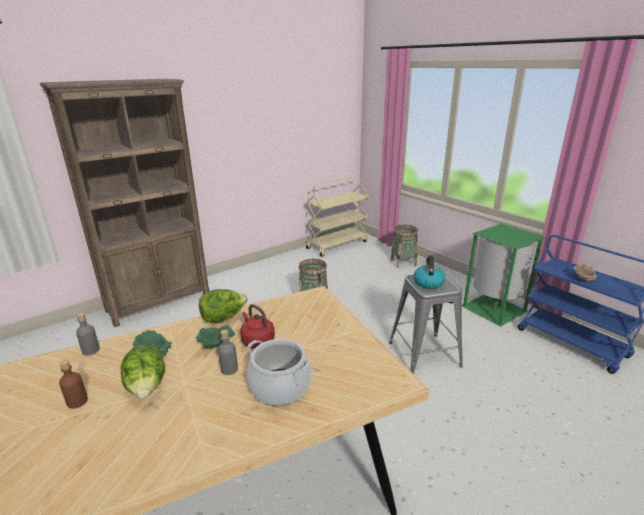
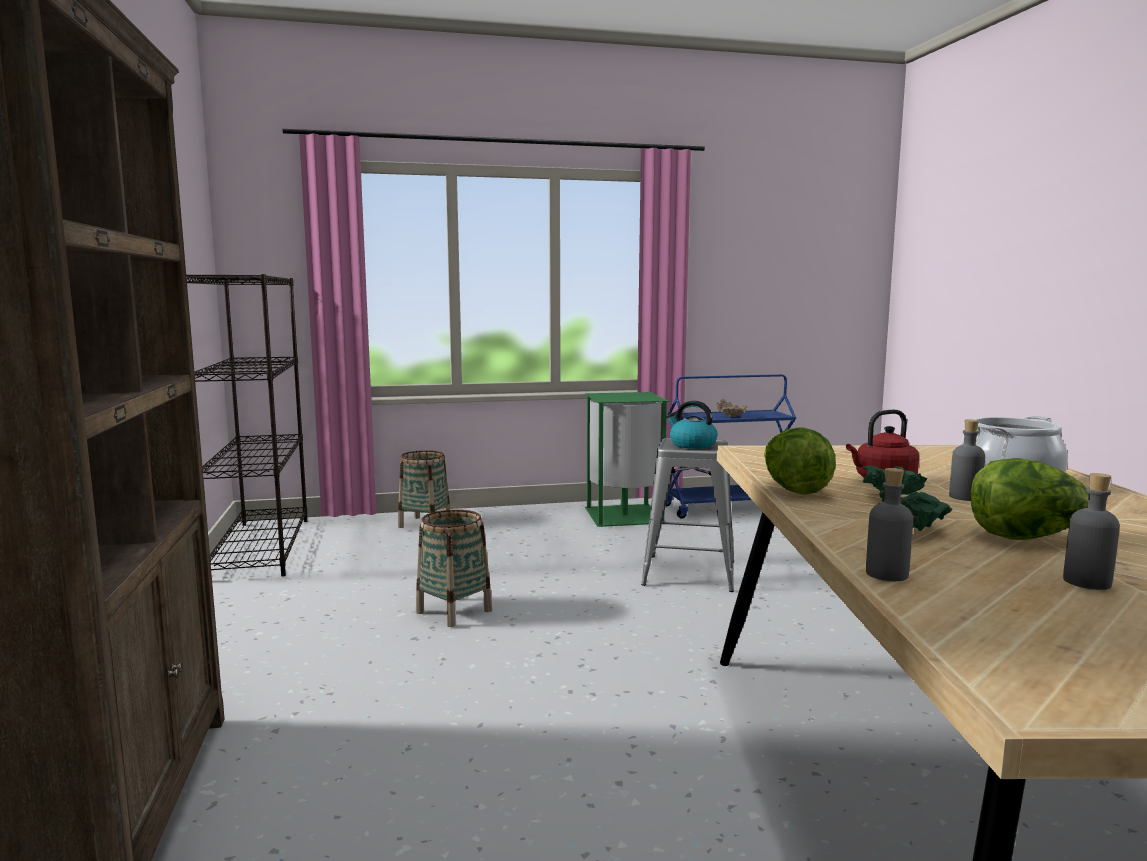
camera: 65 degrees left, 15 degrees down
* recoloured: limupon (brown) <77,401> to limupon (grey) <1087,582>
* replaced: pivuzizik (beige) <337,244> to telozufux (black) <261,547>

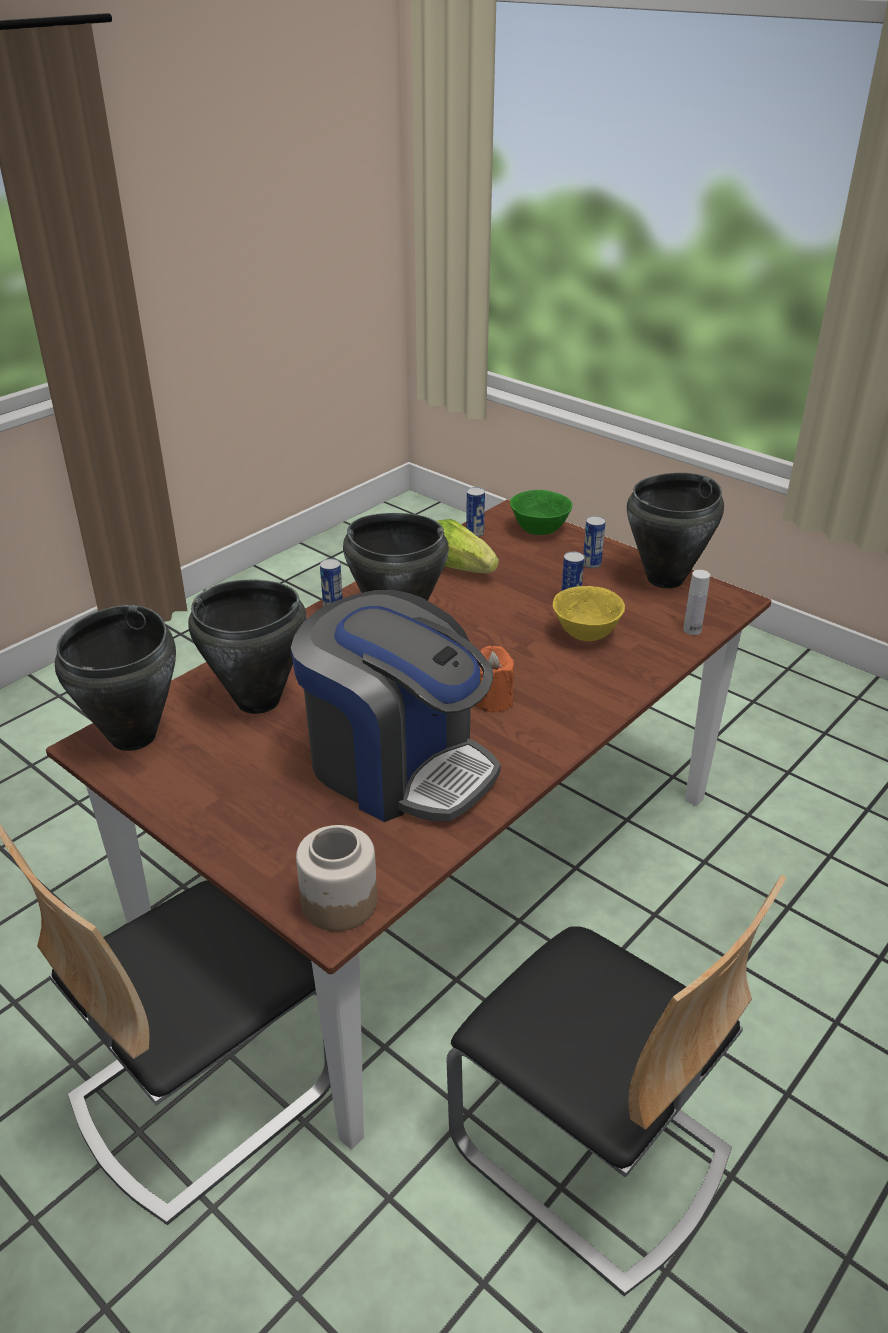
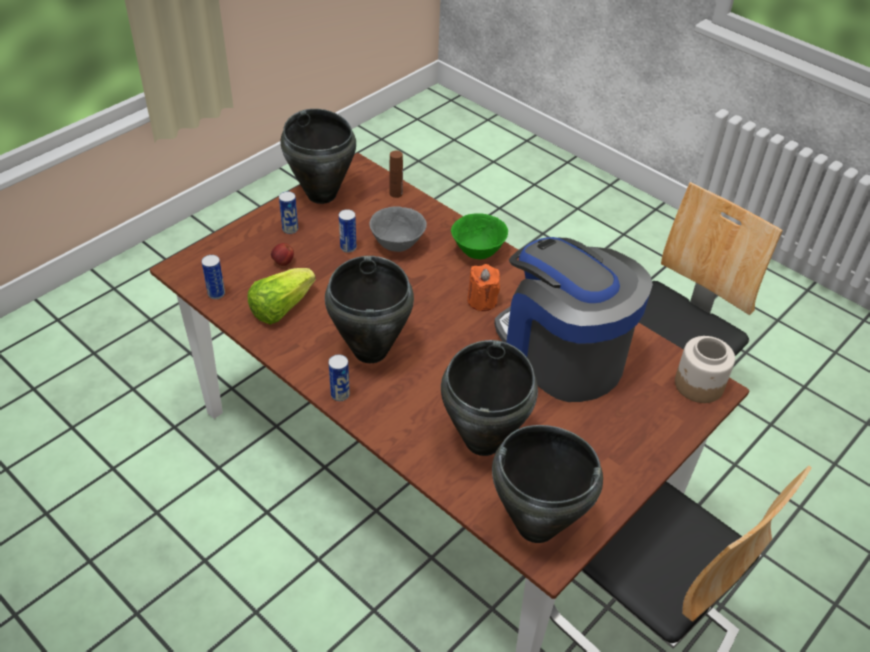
camera: 90 degrees left, 10 degrees up
* turned: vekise <398,765> = <561,354> 75 degrees counterclockwise
* moved: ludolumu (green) <539,530> to <477,252>
* recoloured: ludolumu (yellow) <585,635> to ludolumu (grey) <398,245>
* recoloured: limupon (white) <692,630> to limupon (brown) <396,193>
* added: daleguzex <283,263>

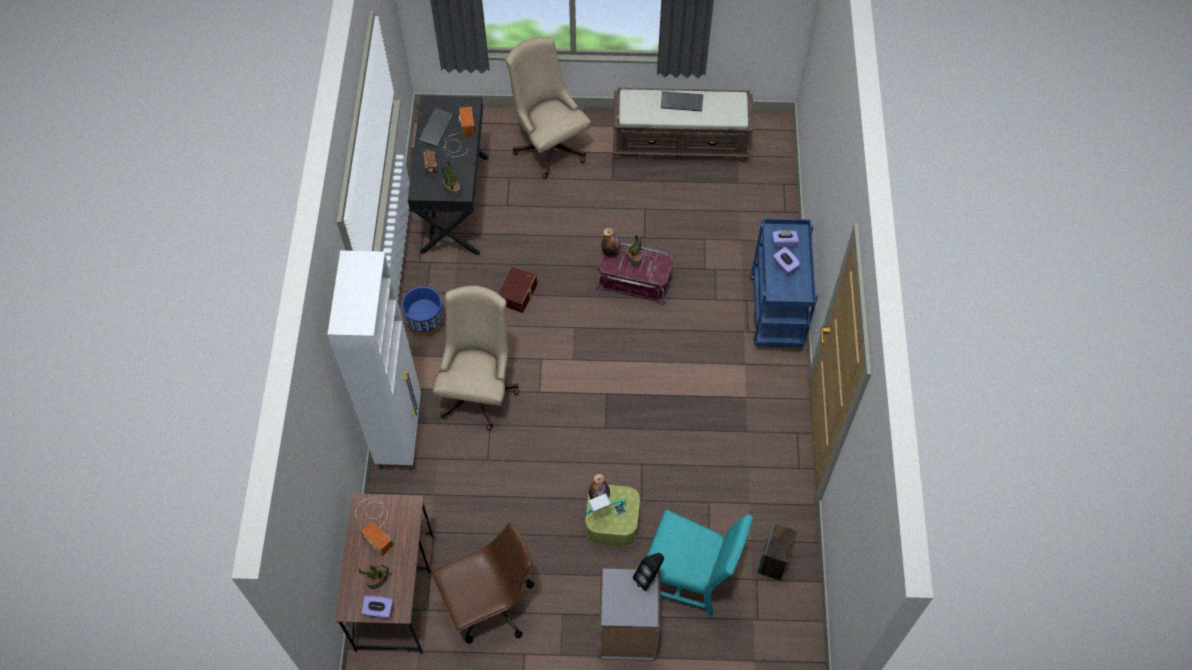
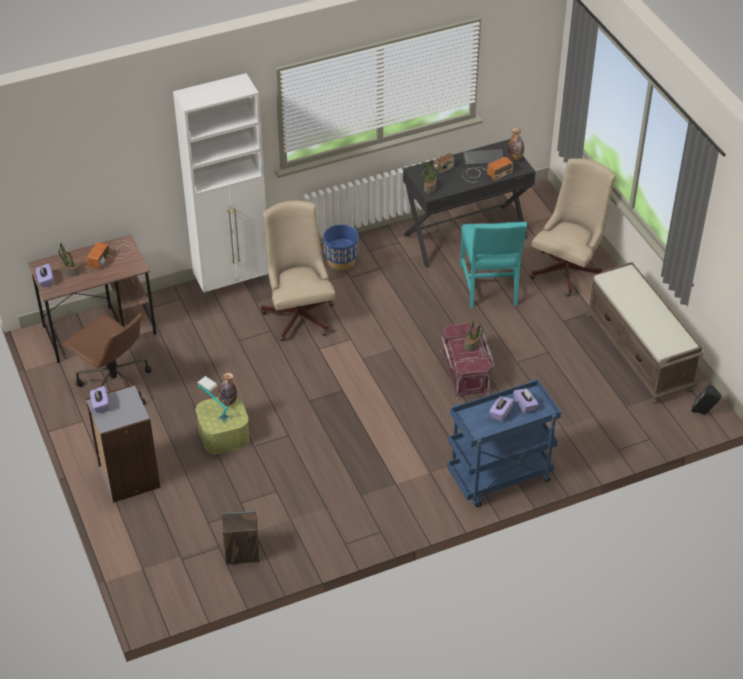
camera: 65 degrees right, 15 degrees down
* turned: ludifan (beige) <479,389> = <299,313> 90 degrees counterclockwise
* removed: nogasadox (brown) <519,294>
* moved: limupon <611,252> to <515,158>
* moved: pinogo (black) <649,577> to <703,413>
* moved: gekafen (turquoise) <689,578> to <490,287>
* removed: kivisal <682,101>
* added: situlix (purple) <100,405>

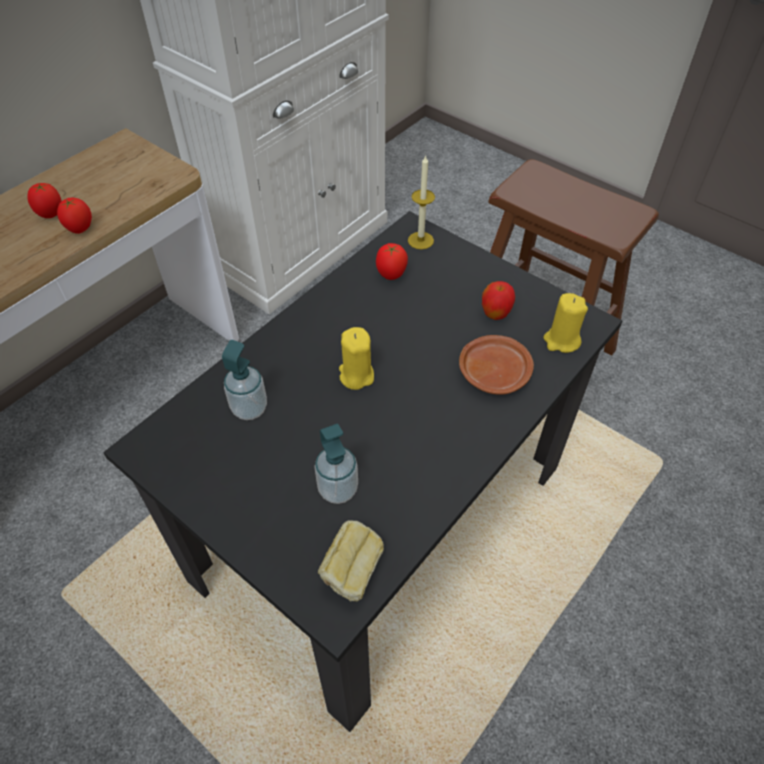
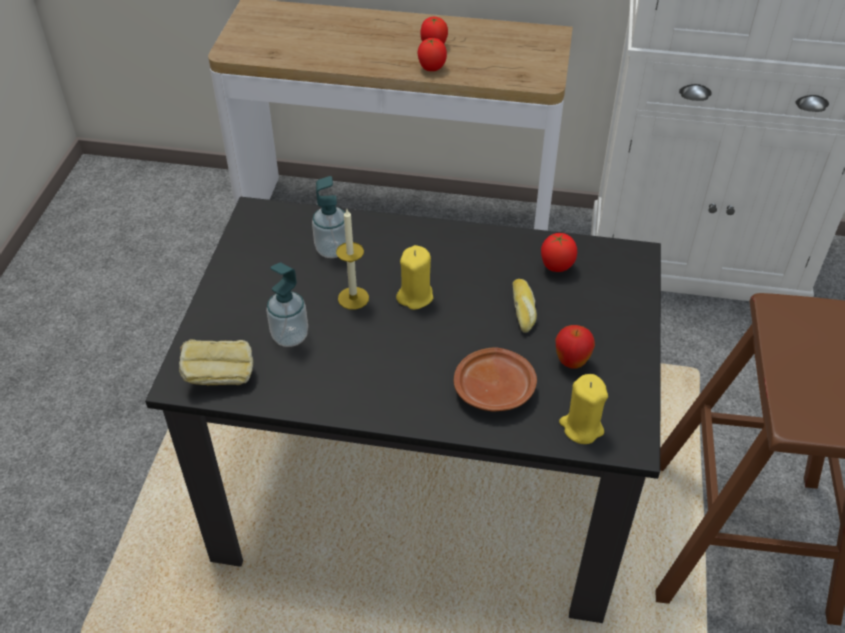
camera: 60 degrees right, 5 degrees down
* moved: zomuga <420,240> to <353,298>
* added: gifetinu <524,310>

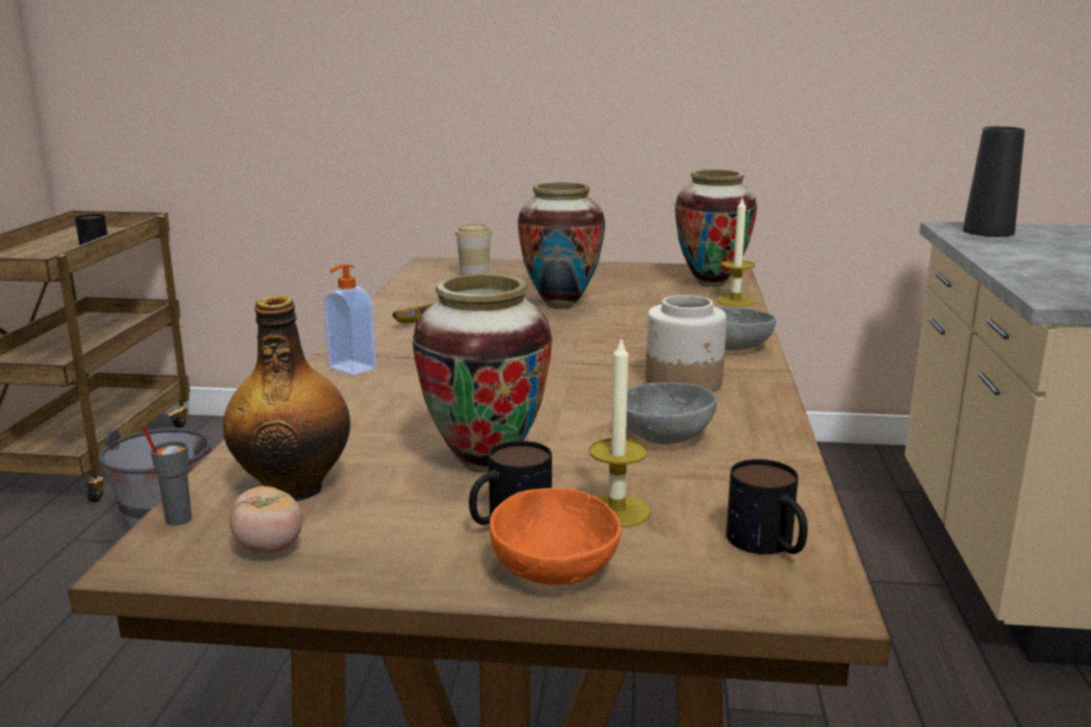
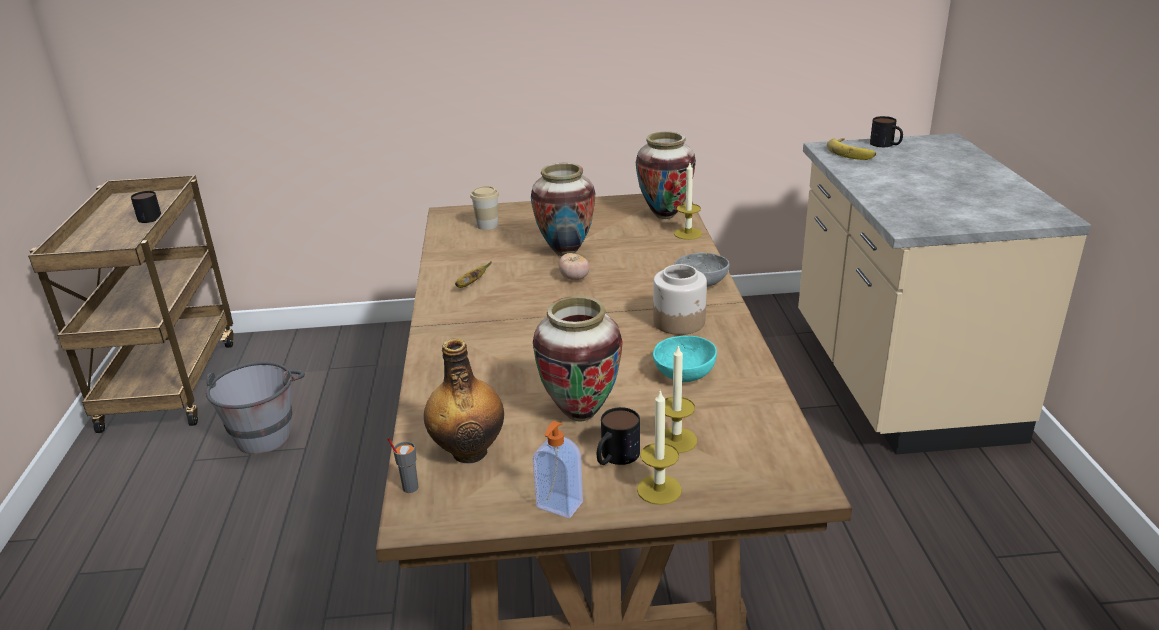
camera: 10 degrees left, 10 degrees up
* moved: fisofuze <269,548> to <574,278>
* moved: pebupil <351,368> to <558,506>
* replaced: ludolumu (orange) <558,570> to zomuga <659,489>
* recoloured: ludolumu (grey) <663,437> to ludolumu (turquoise) <683,374>
* moved: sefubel <769,545> to <886,145>
* replaced: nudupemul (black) <988,232> to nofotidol <852,152>

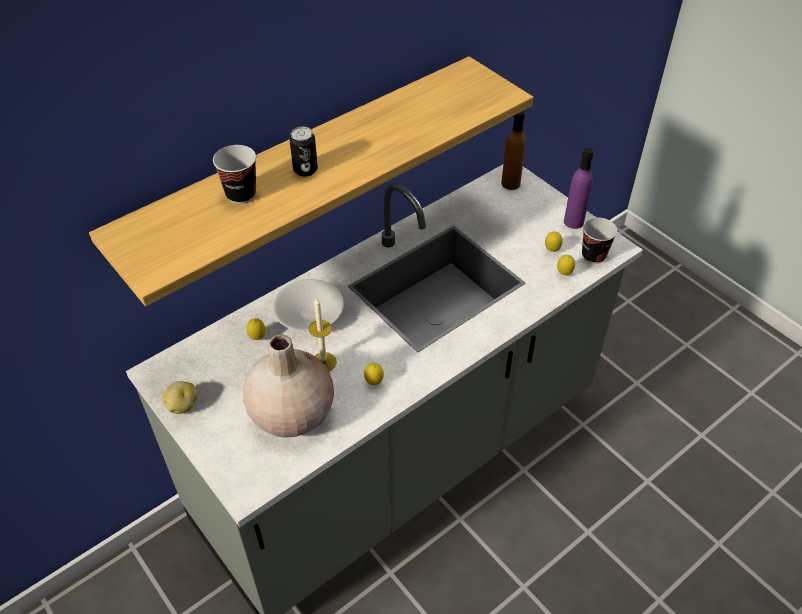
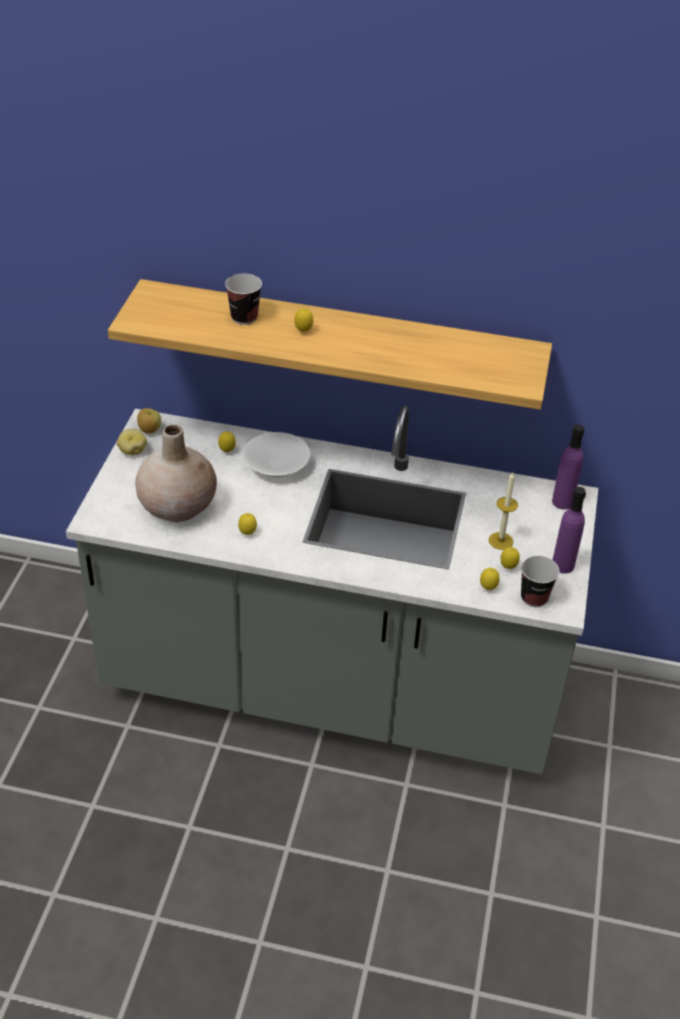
camera: 50 degrees right, 5 degrees down
* replaced: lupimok <305,170> to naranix <303,331>
* moved: zomuga <323,362> to <500,541>
* recoloured: limupon (brown) <510,183> to limupon (purple) <562,502>
* added: daleguzex <149,430>

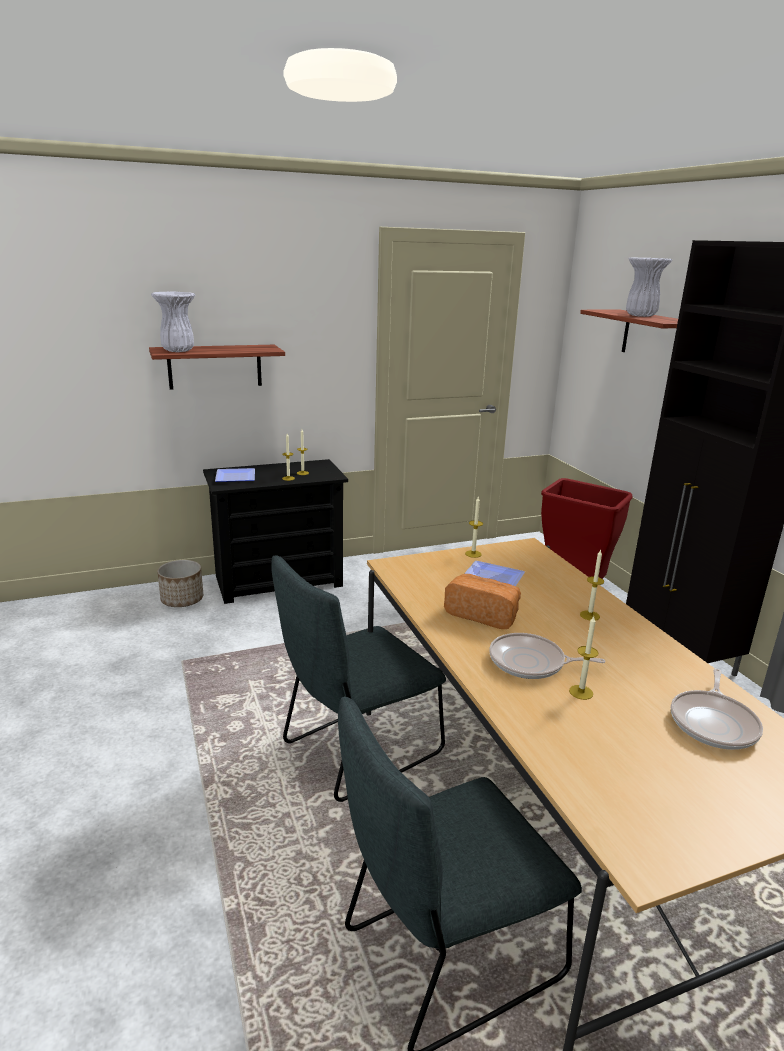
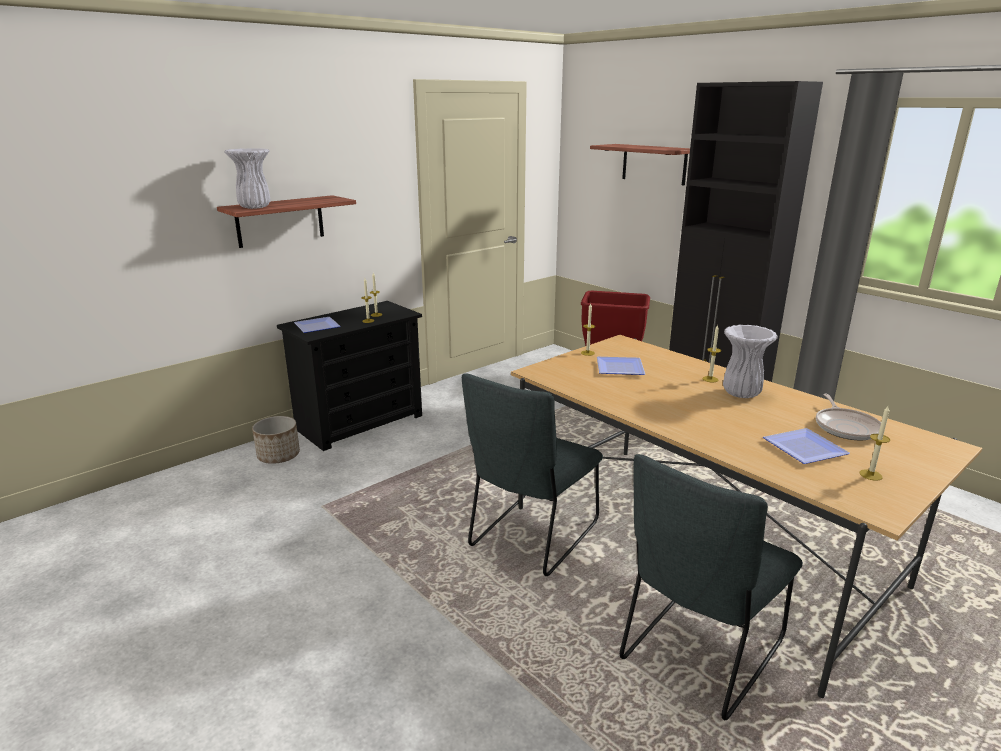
camera: 20 degrees left, 0 degrees up
* removed: gifetinu <483,614>
* removed: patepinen <531,663>
* moved: zomuga <581,692> to <870,475>
* moved: nudupemul (white) <641,315> to <742,393>
* added: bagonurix <804,447>

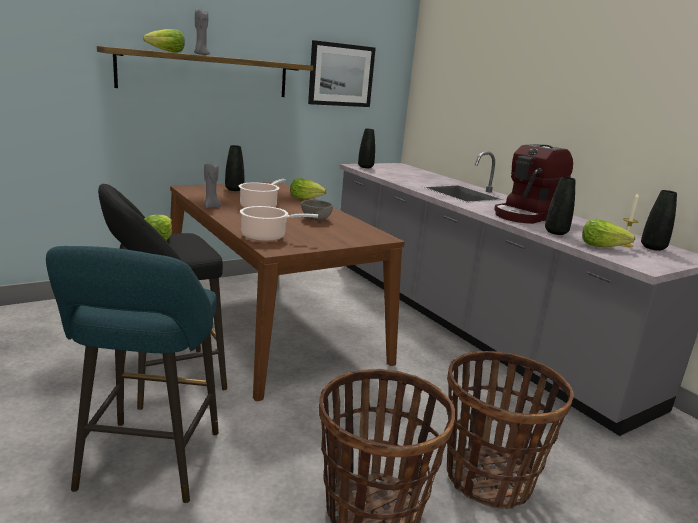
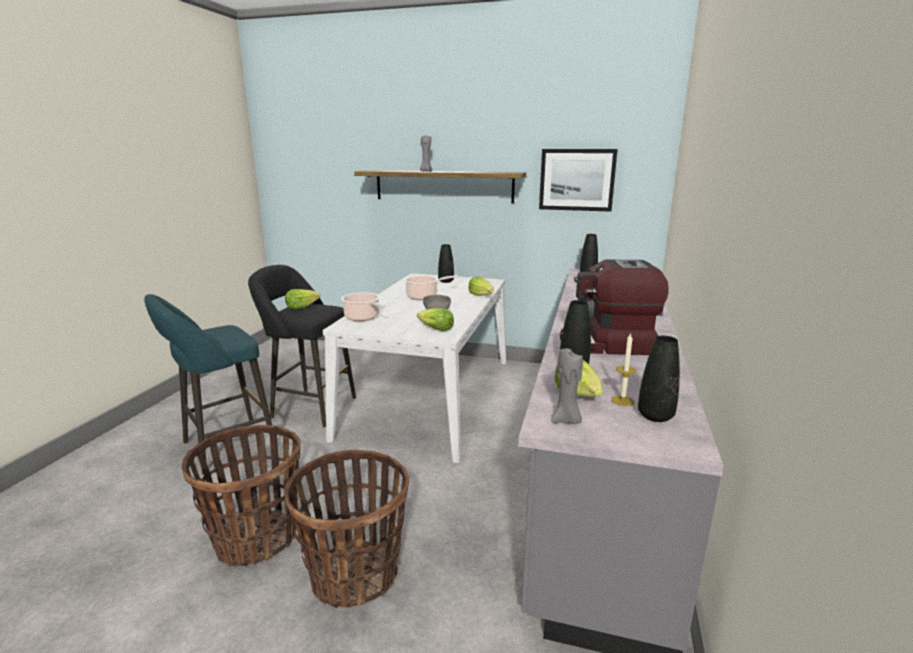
camera: 50 degrees right, 0 degrees up
* moved: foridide <166,51> to <435,329>
* recoloured: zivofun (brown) <269,322> to zivofun (white) <430,396>
* moved: zomuga (grey) <211,207> to <566,420>

